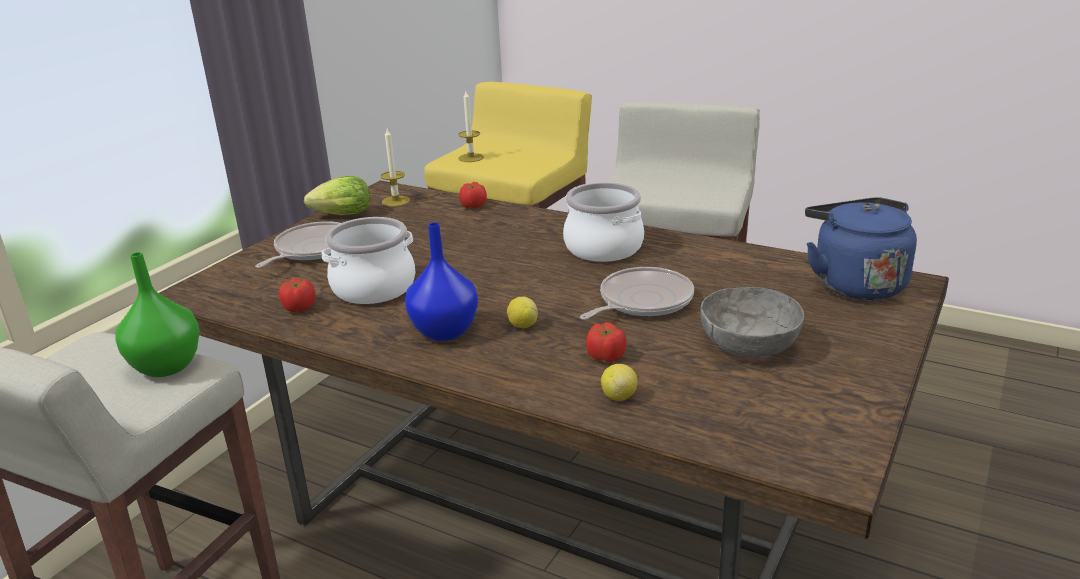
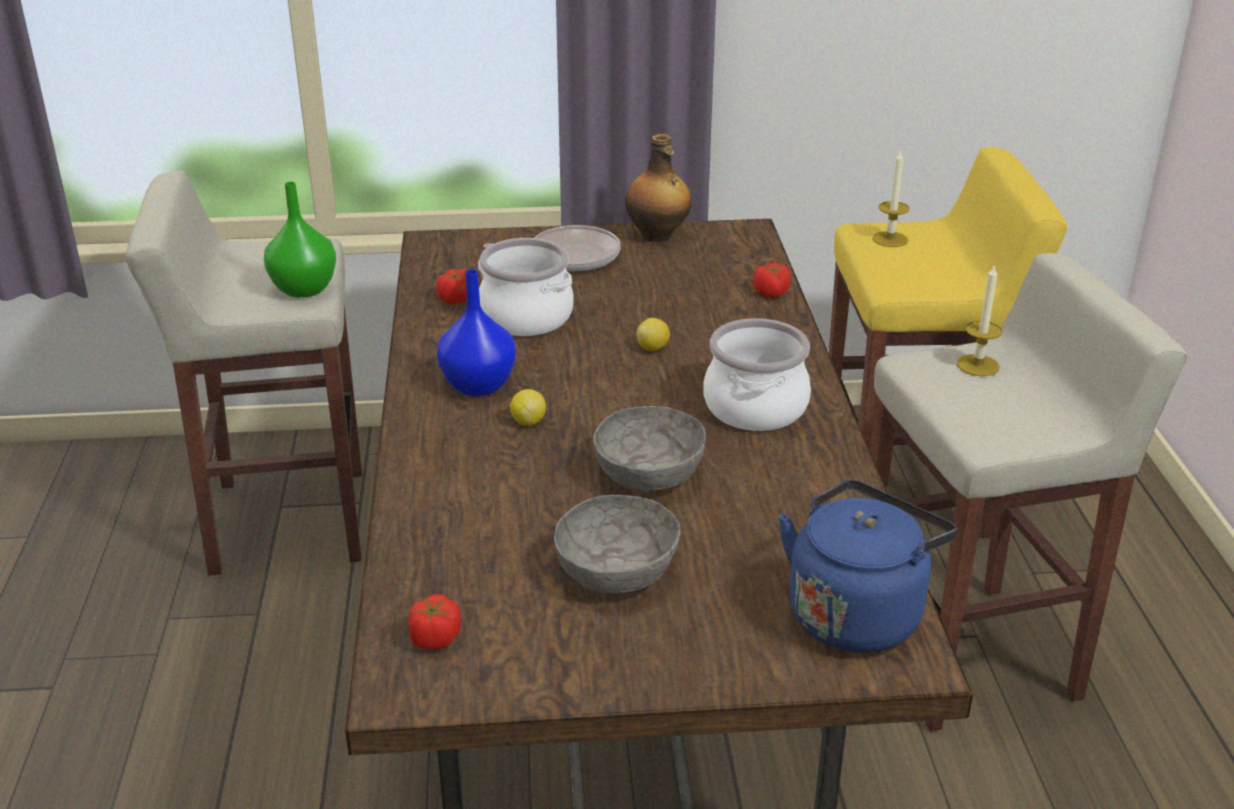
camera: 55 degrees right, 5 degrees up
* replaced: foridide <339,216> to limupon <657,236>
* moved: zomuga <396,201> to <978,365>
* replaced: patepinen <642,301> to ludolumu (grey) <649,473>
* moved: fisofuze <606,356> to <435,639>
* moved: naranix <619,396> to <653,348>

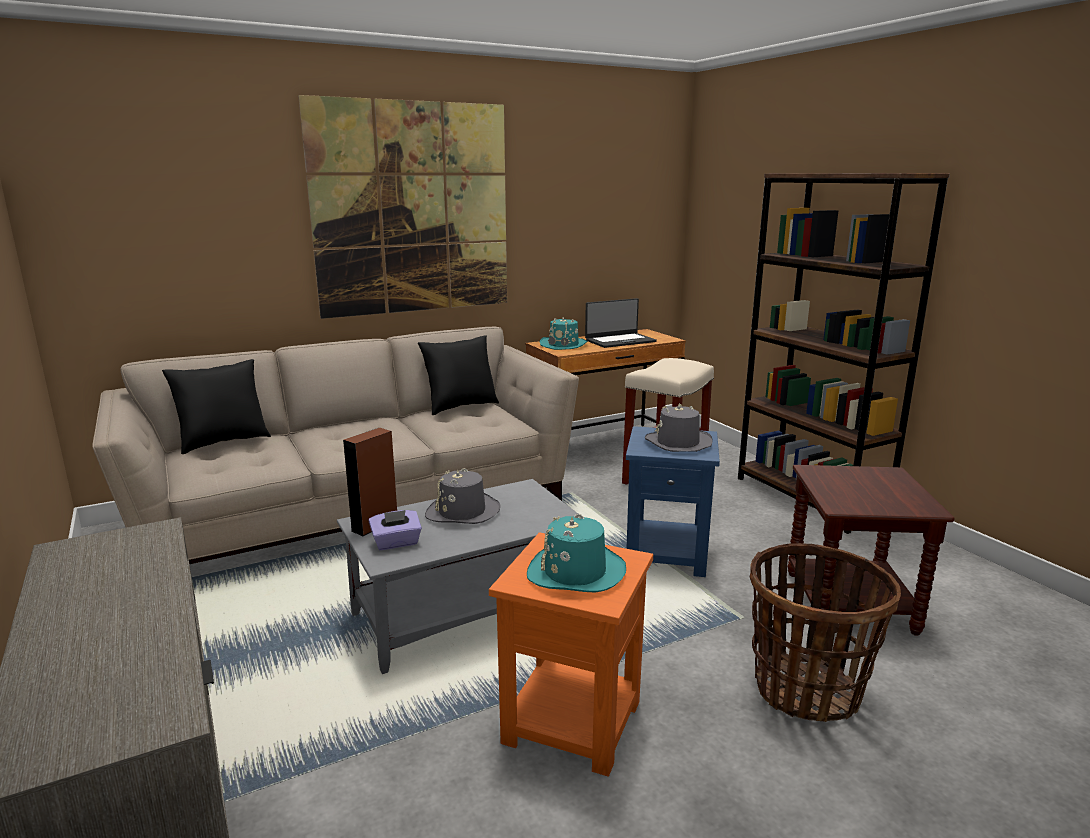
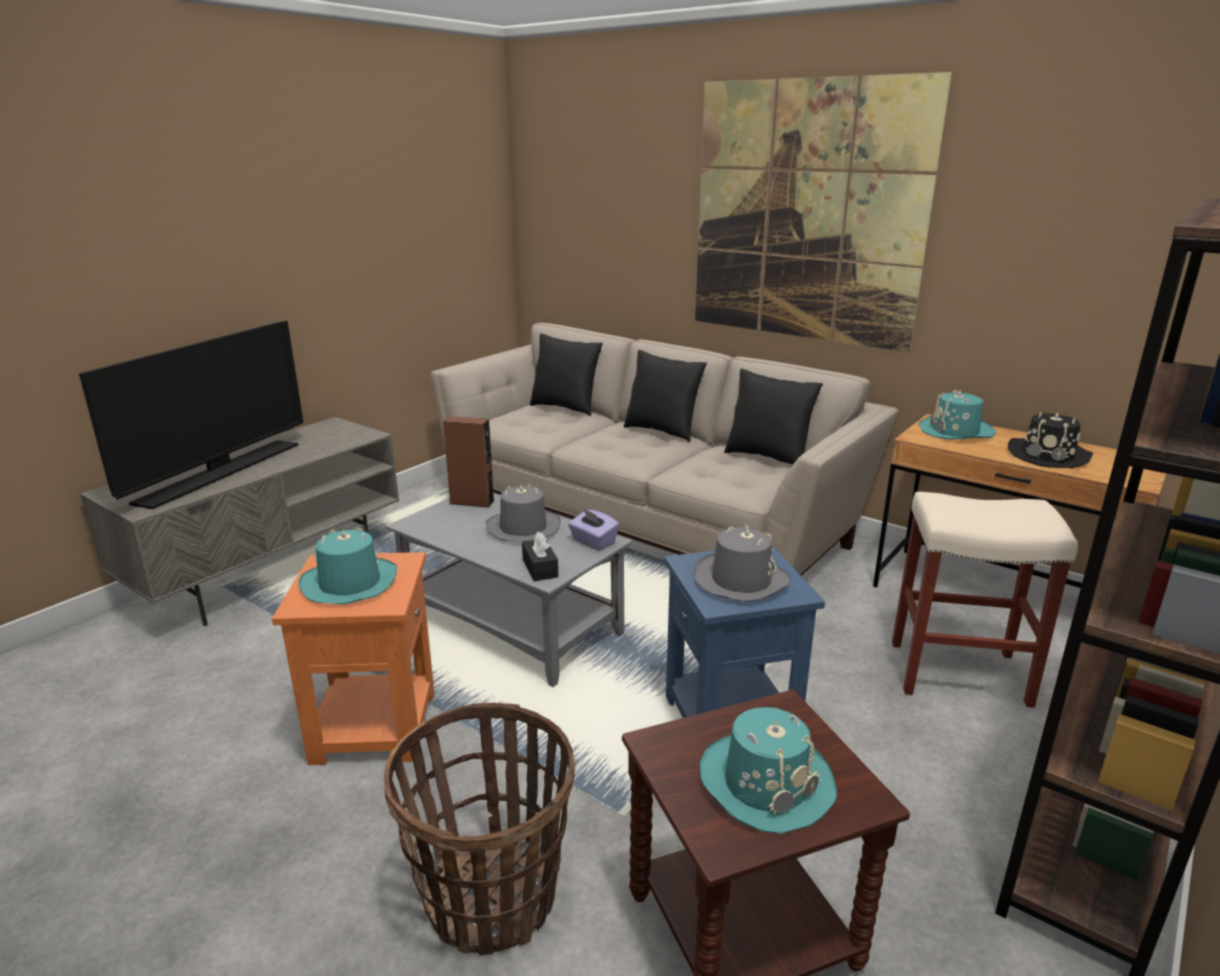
camera: 65 degrees right, 5 degrees up
* moved: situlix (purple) <396,543> to <593,542>
* replaced: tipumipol <620,341> to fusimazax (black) <1048,455>
* added: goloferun <220,472>
* added: situlix (black) <540,568>
* added: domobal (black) <662,431>
* added: fusimazax (turquoise) <765,782>

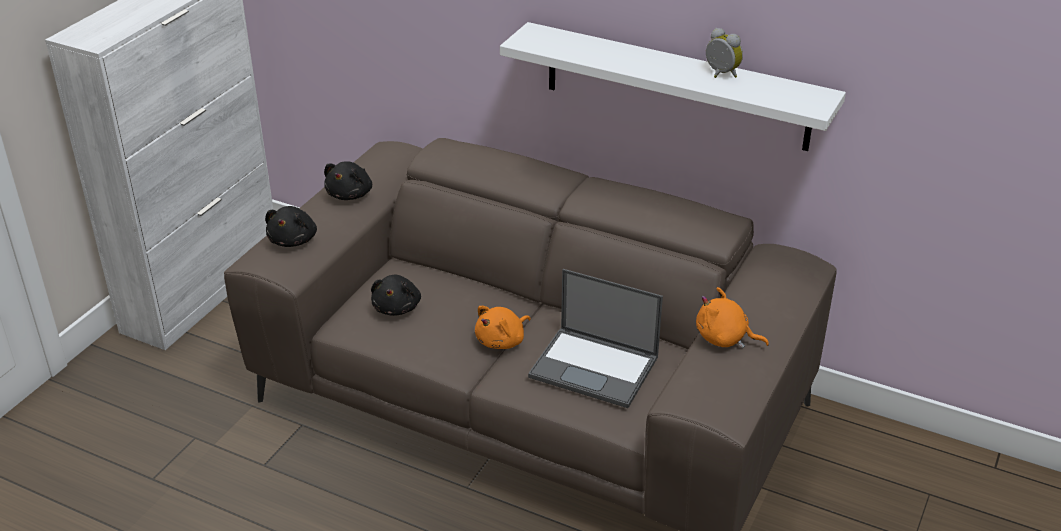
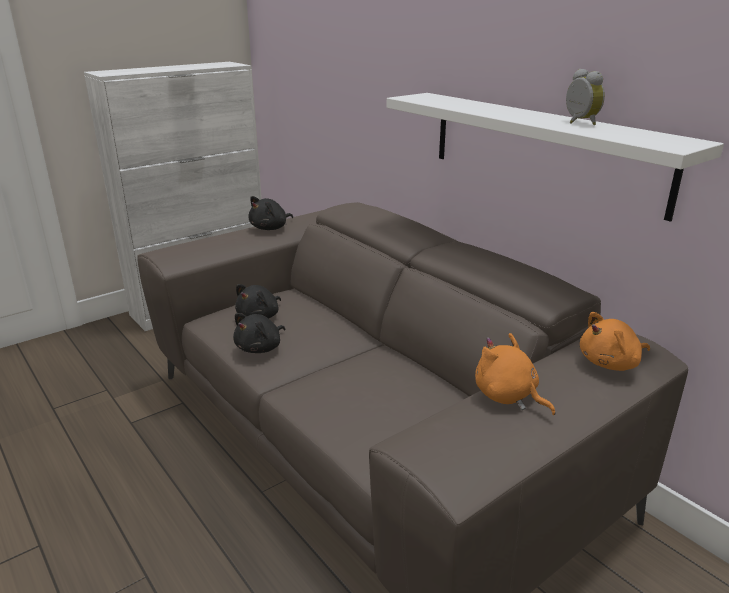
camera: 25 degrees right, 10 degrees down
* moved: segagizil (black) <294,240> to <260,348>
* moved: segagizil (orange) <502,341> to <611,363>
* removed: tipumipol <595,367>

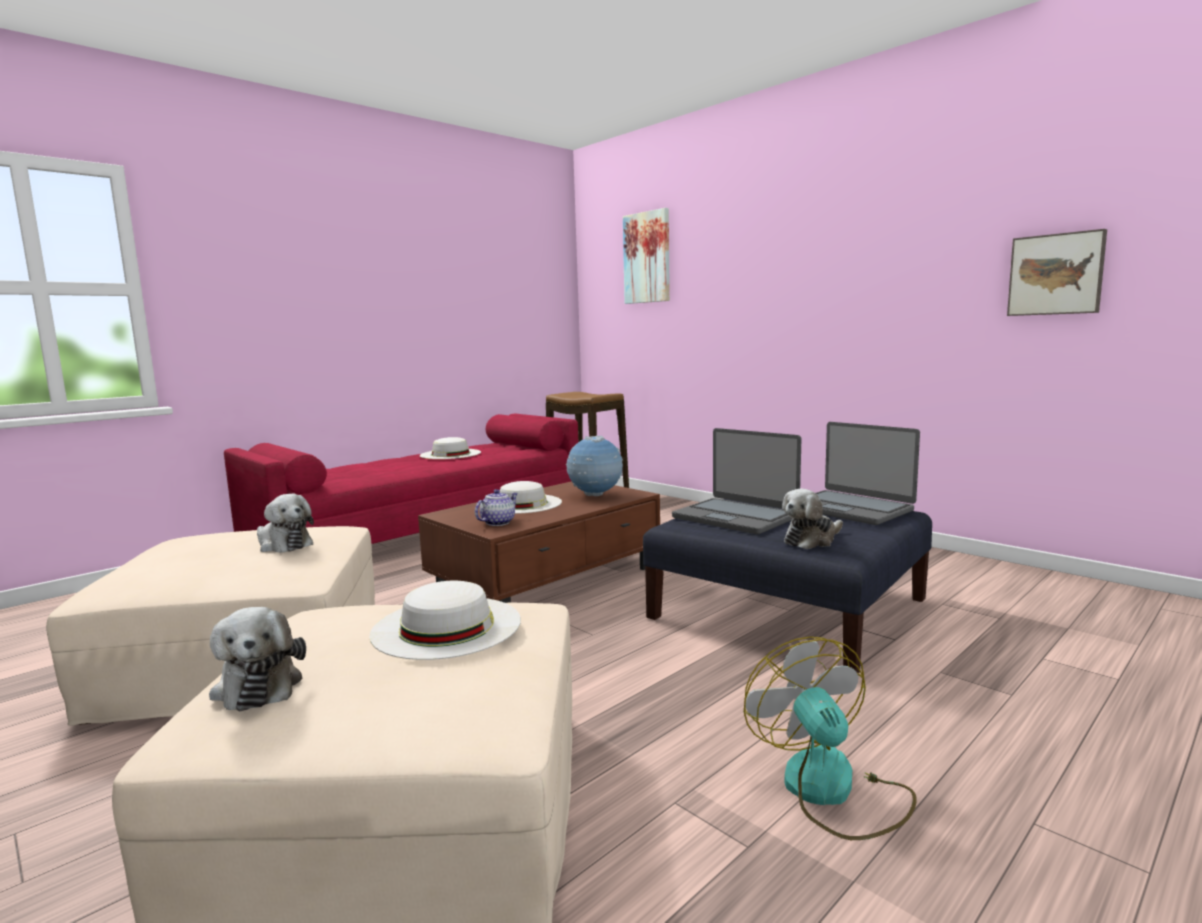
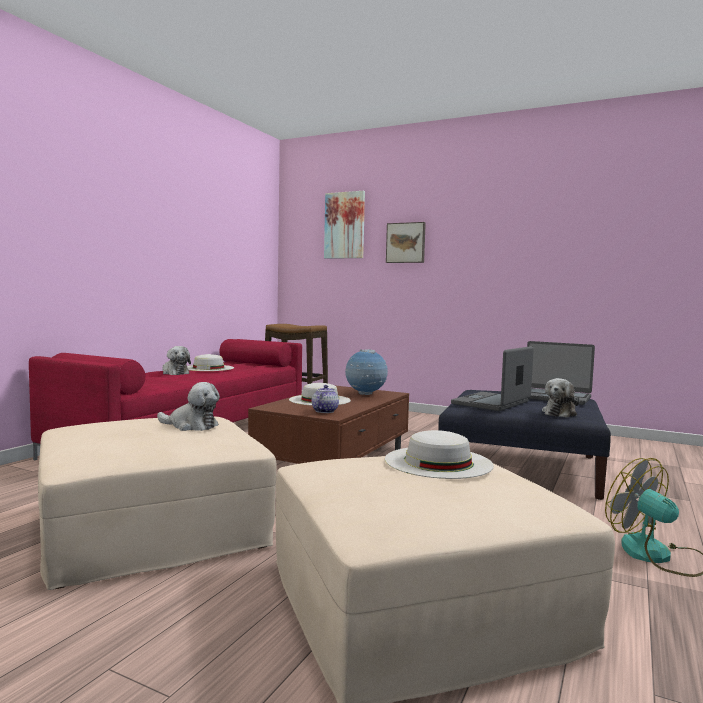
camera: 20 degrees left, 5 degrees down
* moved: segagizil <258,685> to <174,373>
* turned: tipumipol <735,517> = <492,403> 105 degrees clockwise
* moved: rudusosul <1056,274> to <406,243>

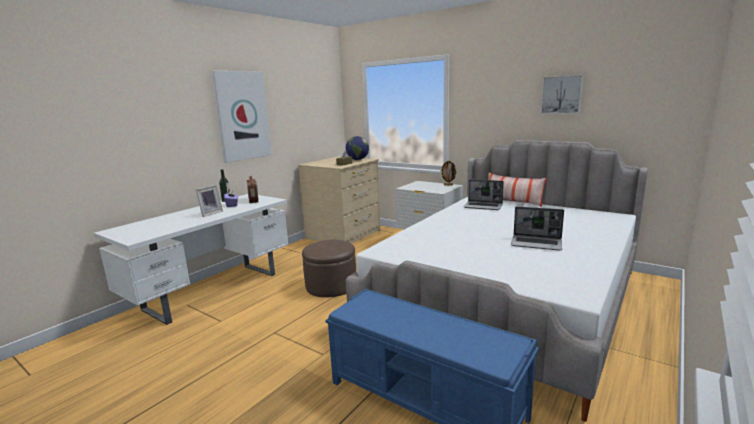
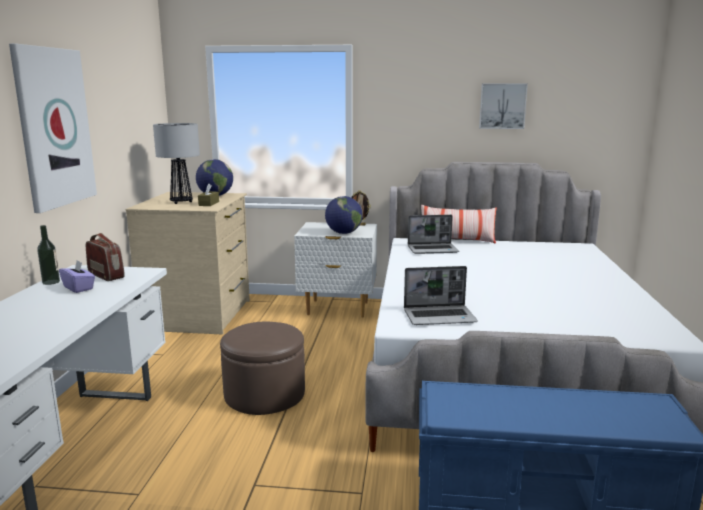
camera: 30 degrees left, 0 degrees up
* removed: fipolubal <210,213>
* moved: tipumipol <537,243> to <440,316>
* added: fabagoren <182,202>
* added: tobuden <343,233>

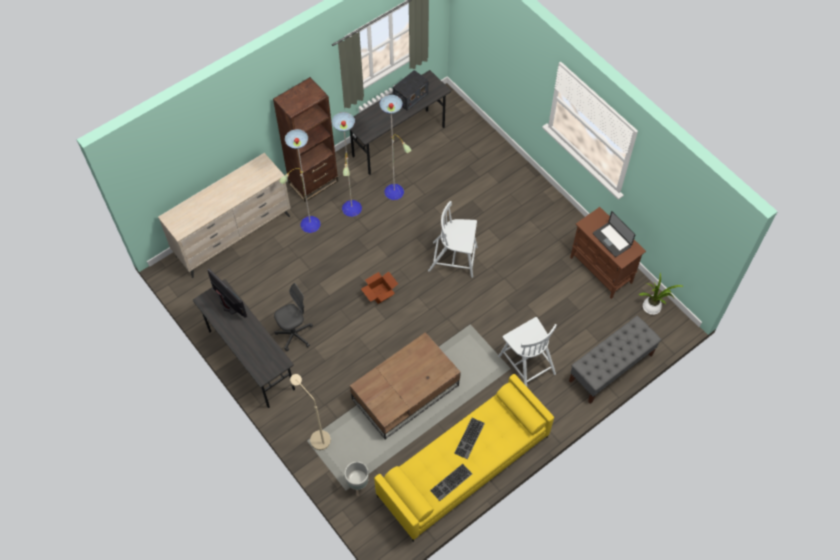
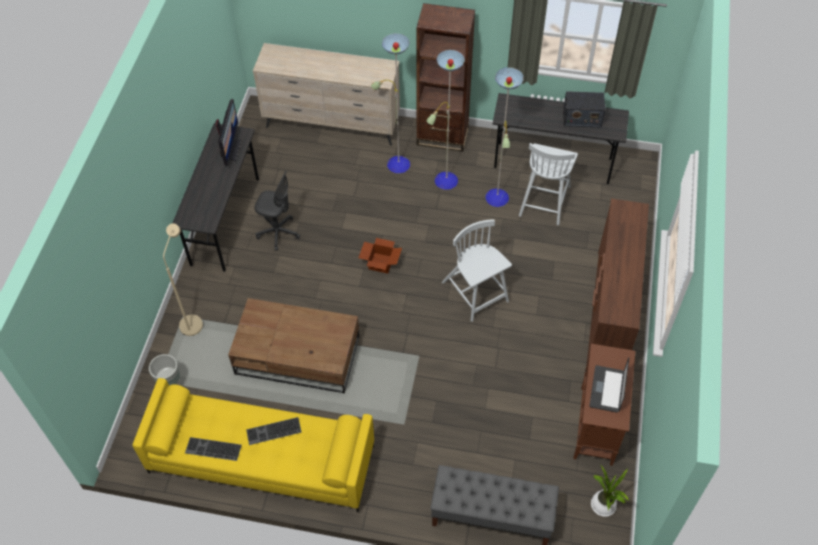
camera: 50 degrees right, 5 degrees down
* moved: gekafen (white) <526,364> to <544,200>
* added: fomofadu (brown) <608,312>

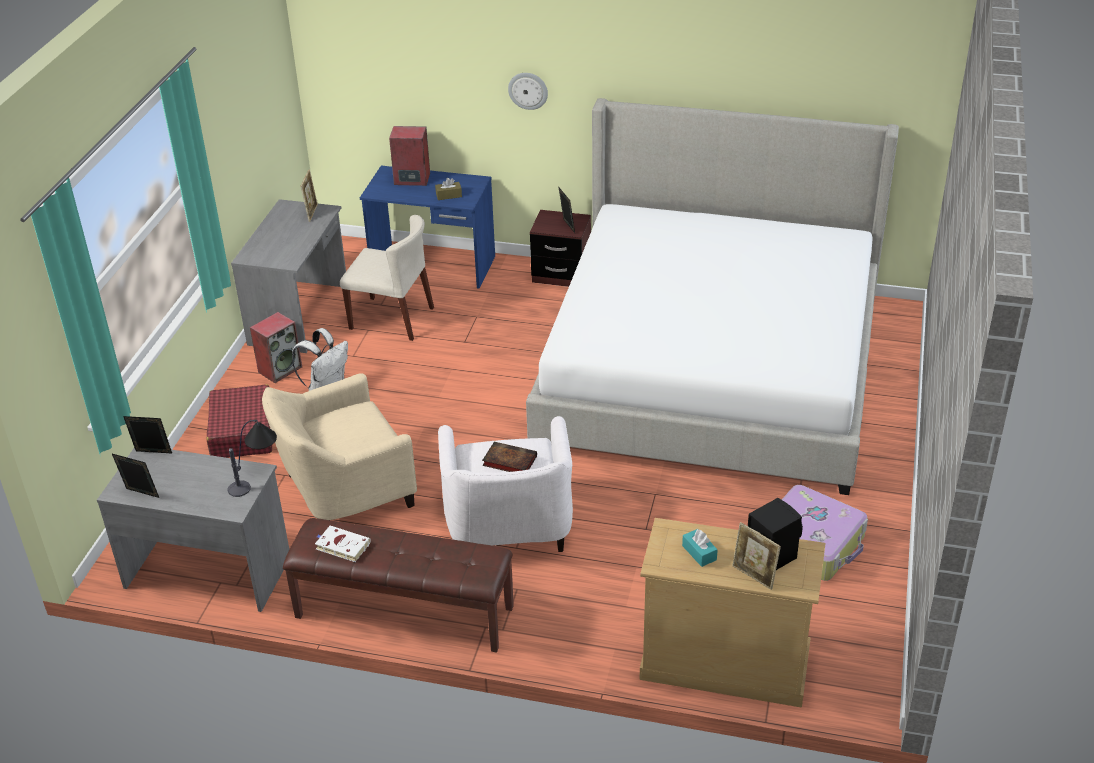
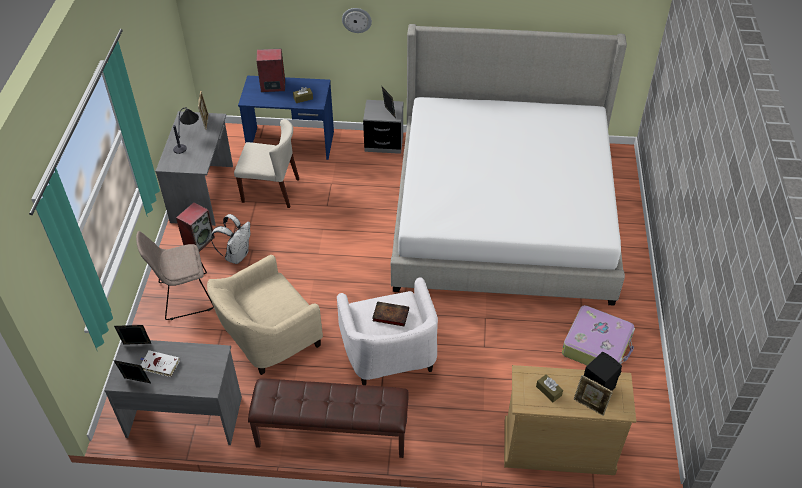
camera: 10 degrees left, 10 degrees up
* replaced: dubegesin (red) <243,432> to gekafen (beige) <183,297>
* moved: fabagoren <256,476> to <188,141>
* moved: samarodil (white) <341,546> to <159,365>
* recoloured: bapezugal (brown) <561,274> to bapezugal (grey) <384,143>
* recoloured: situlix (turquoise) <699,553> to situlix (brown) <548,391>

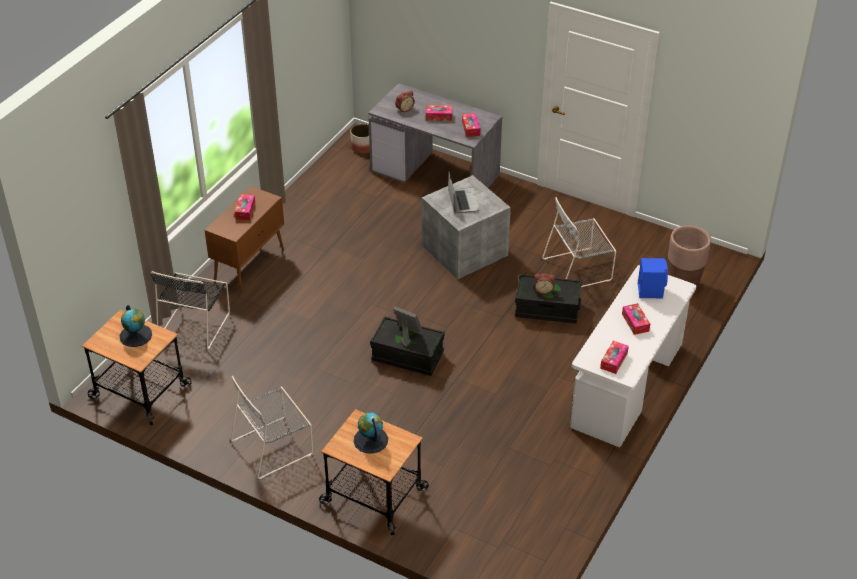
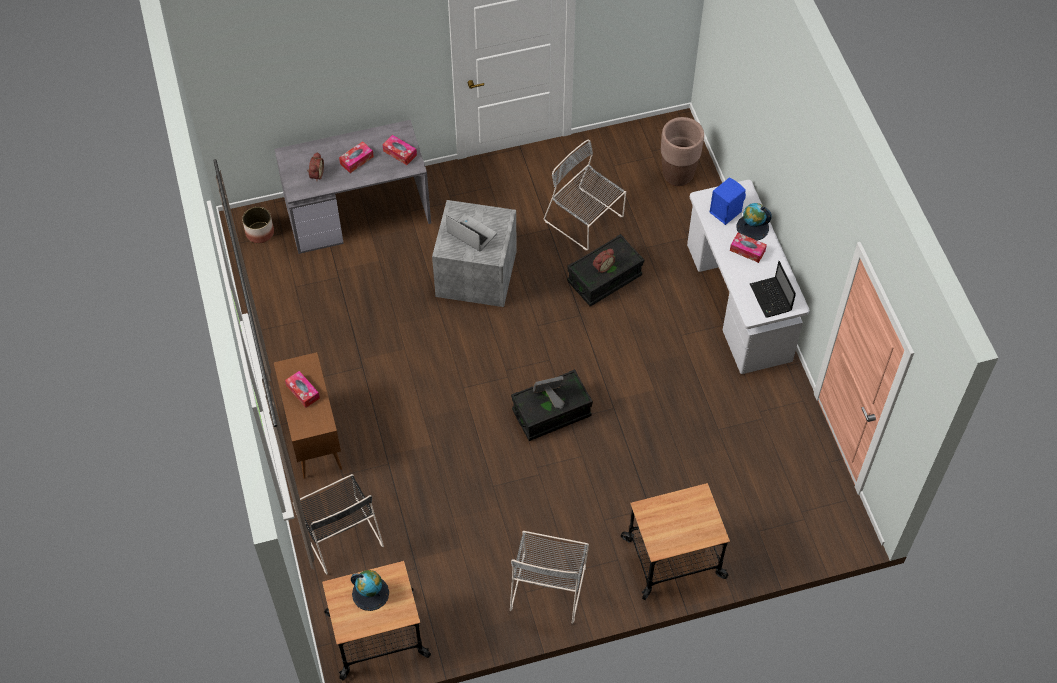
camera: 45 degrees left, 15 degrees up
* moved: tobuden <370,440> to <752,227>
* turned: gekafen (grey) <579,269> = <585,220> 105 degrees clockwise
* replaced: situlix <613,361> to tipumipol <771,298>

